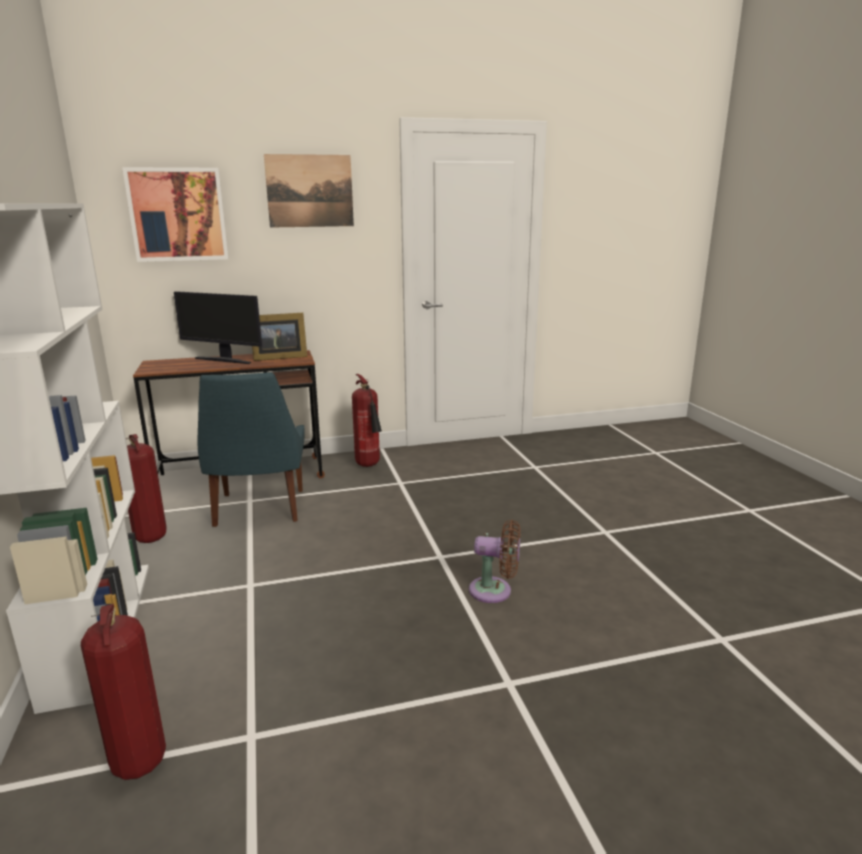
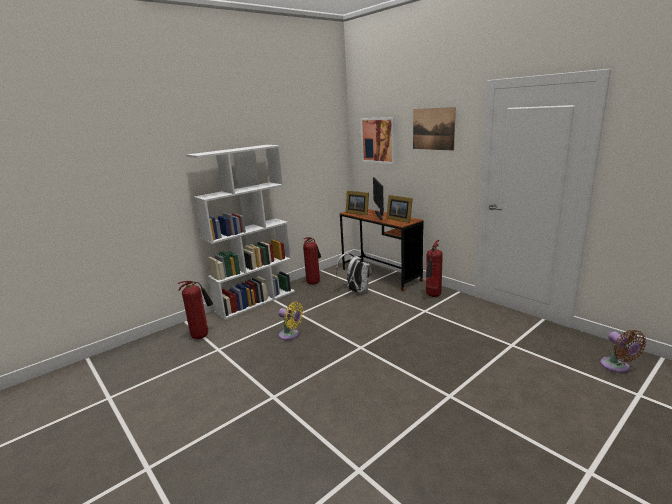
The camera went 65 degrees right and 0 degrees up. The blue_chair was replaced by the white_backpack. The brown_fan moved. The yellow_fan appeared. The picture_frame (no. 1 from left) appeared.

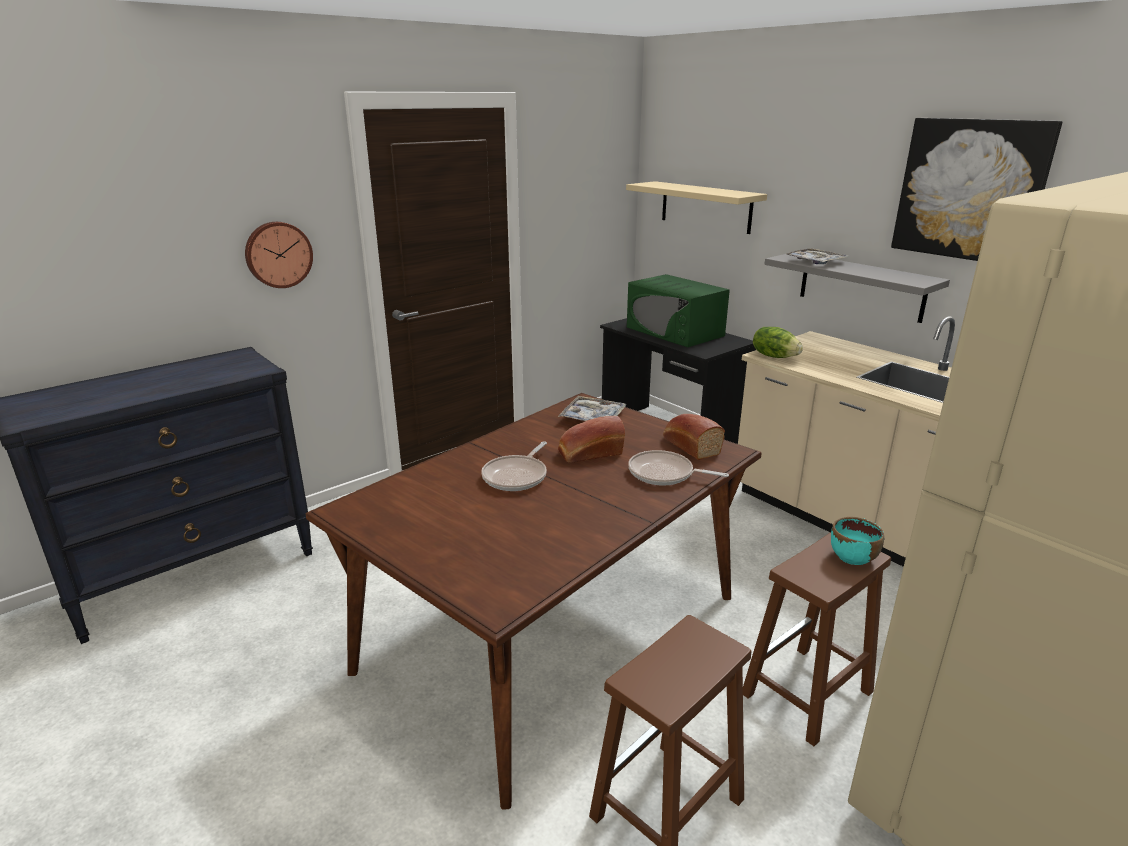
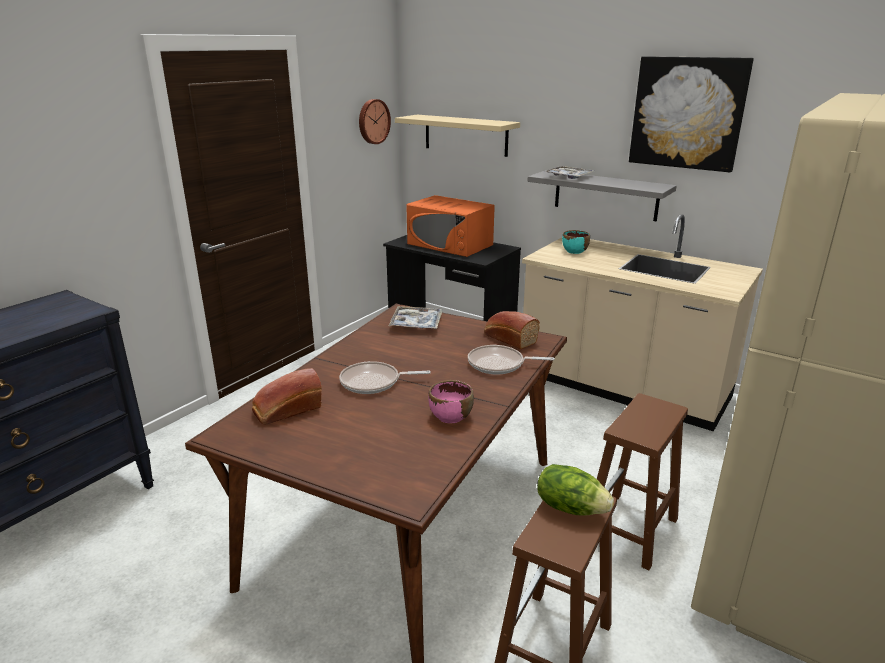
The camera went 15 degrees left and 0 degrees up. The wall_clock moved. The frying_pan (no. 1 from left) turned 75 degrees clockwise. The bread (no. 1 from left) moved. The green_microwave became the orange_microwave. The lettuce moved. The turquoise_bowl moved. The pink_bowl appeared.

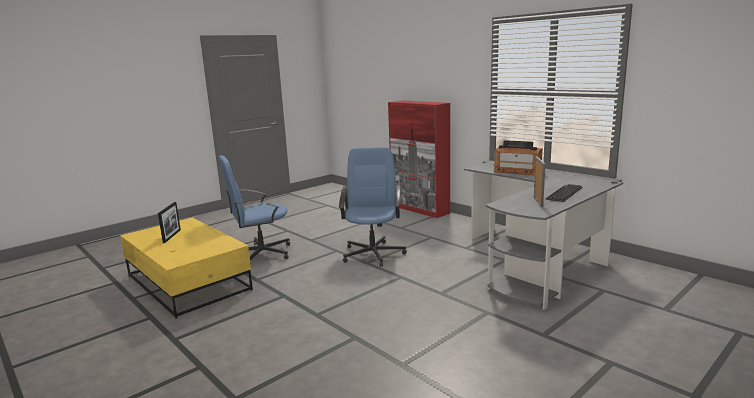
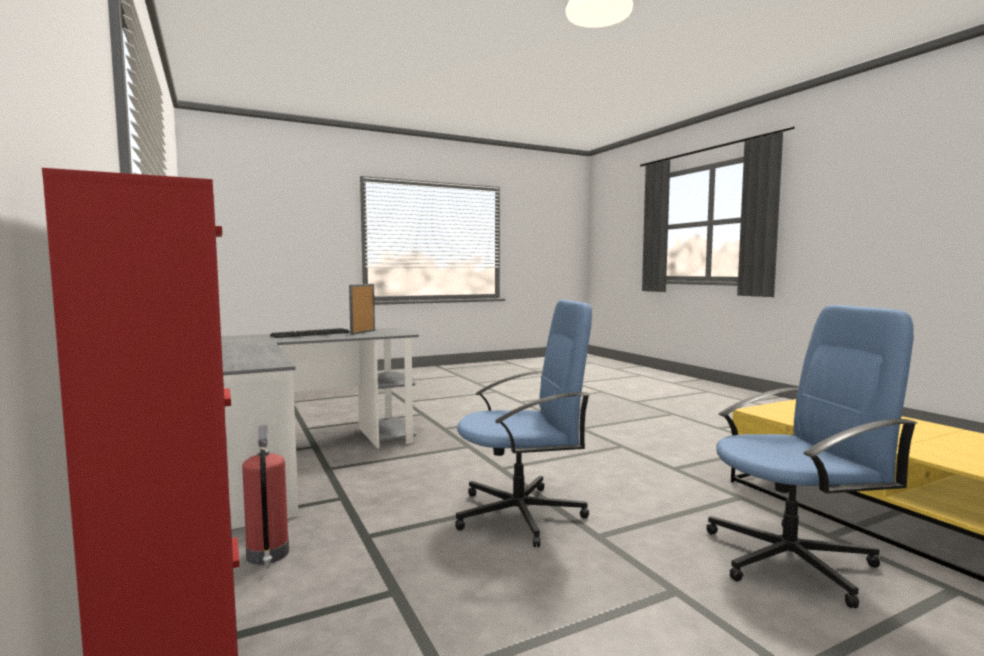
The camera went 165 degrees left and 10 degrees down. The picture_frame (no. 1 from left) disappeared. The blue_office_chair (no. 2 from left in the first image) turned 120 degrees counterclockwise. The radio disappeared. The fire_extinguisher appeared.

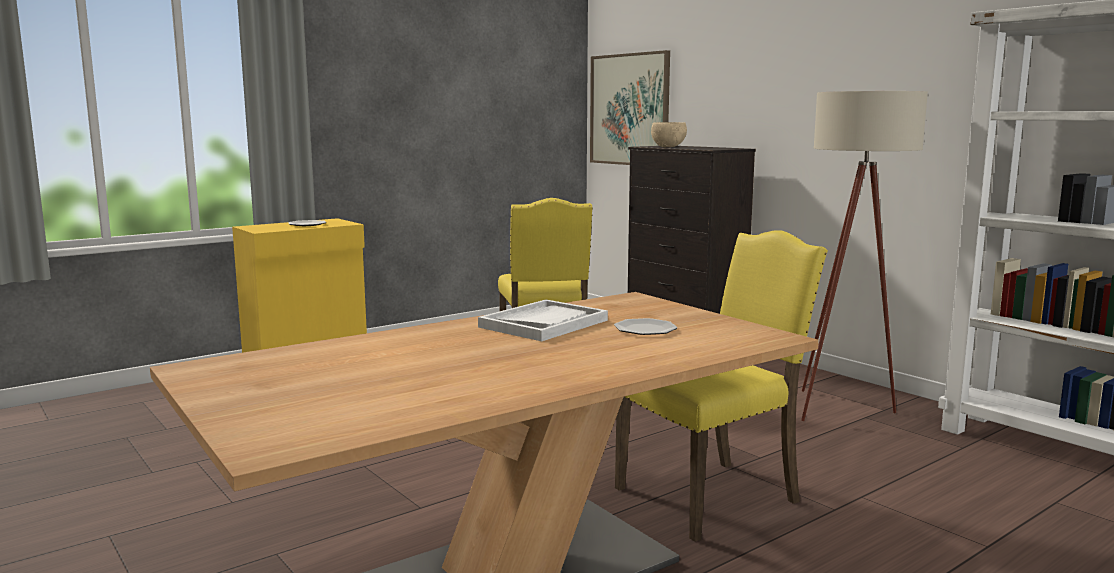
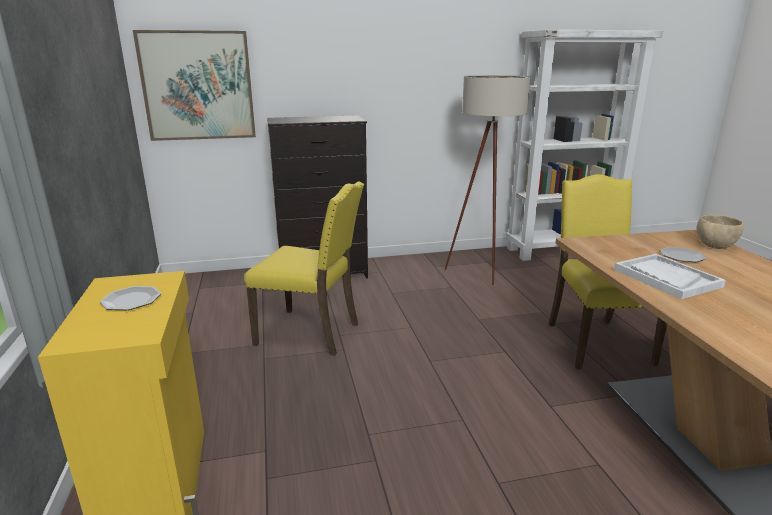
The camera went 65 degrees left and 10 degrees up. The beige_bowl moved.

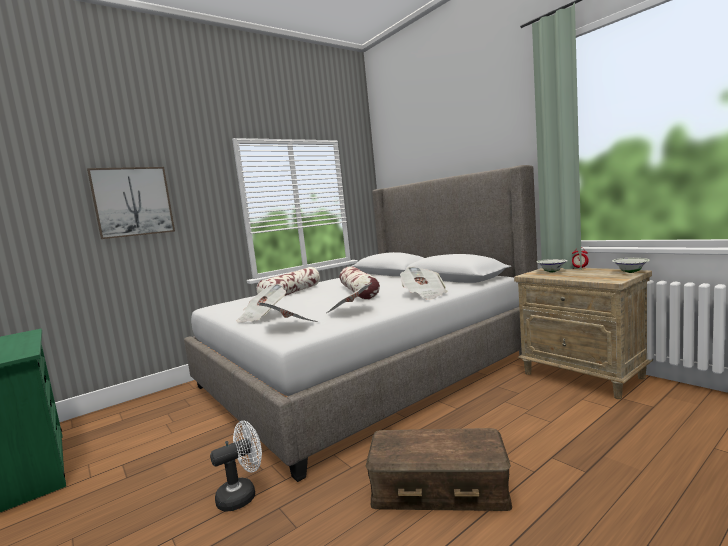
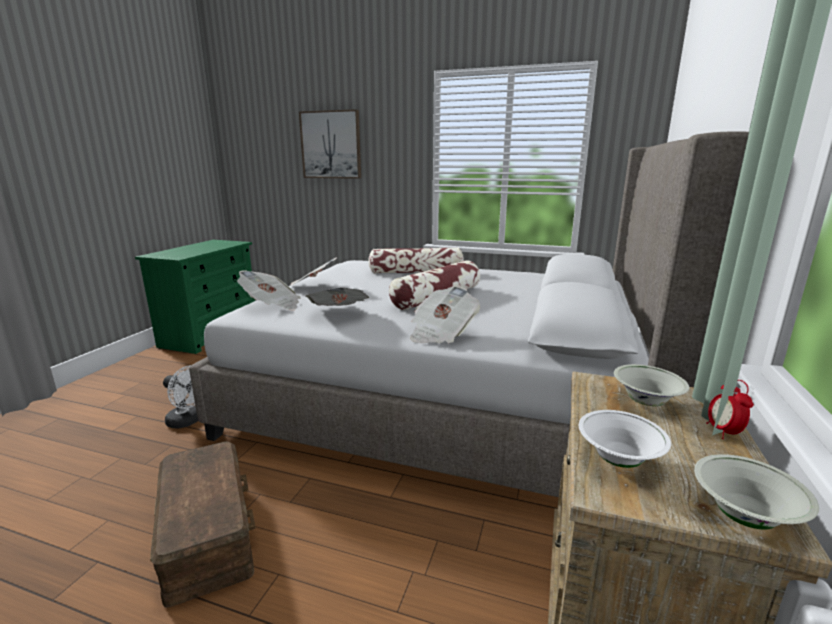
The camera went 55 degrees right and 10 degrees up. The white_bowl (no. 1 from left) appeared.

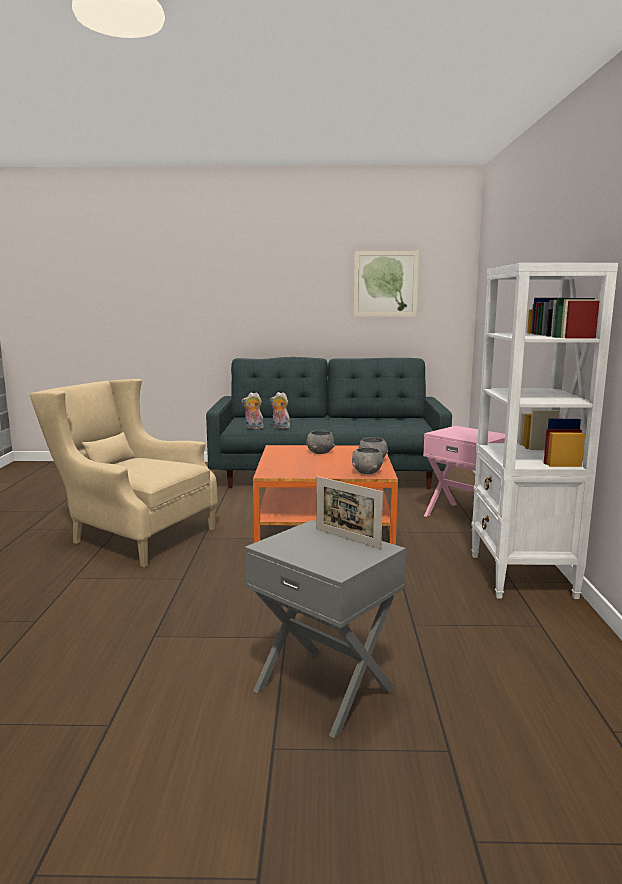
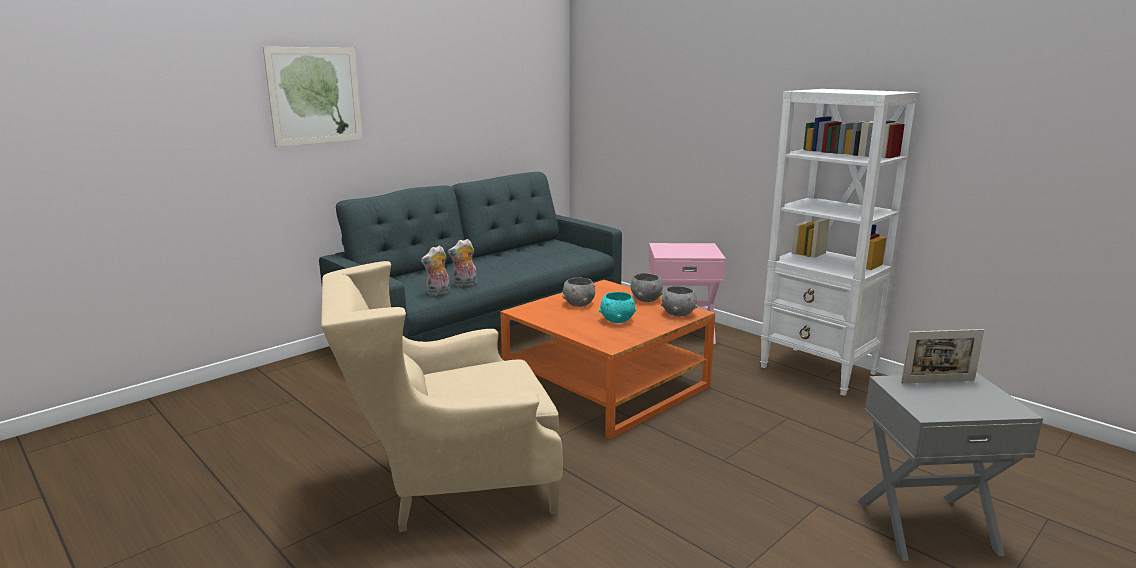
The camera went 45 degrees left and 5 degrees up. The picture moved. The turquoise_bowl appeared.

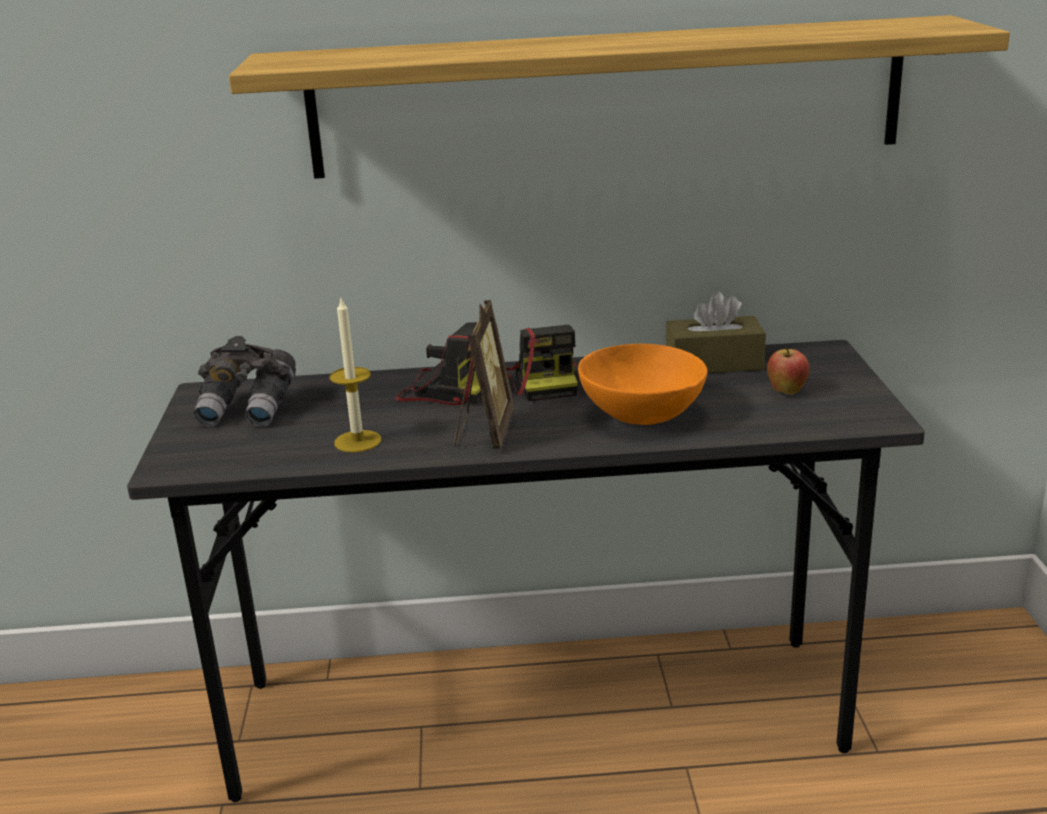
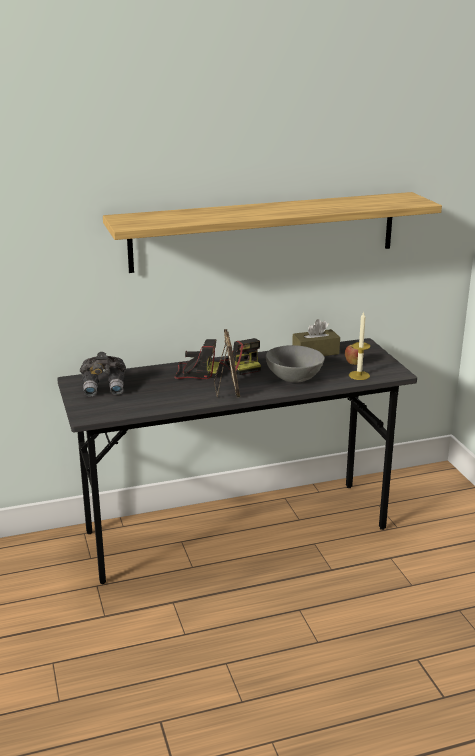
The camera went 15 degrees left and 0 degrees up. The candle moved. The orange_bowl became the grey_bowl.

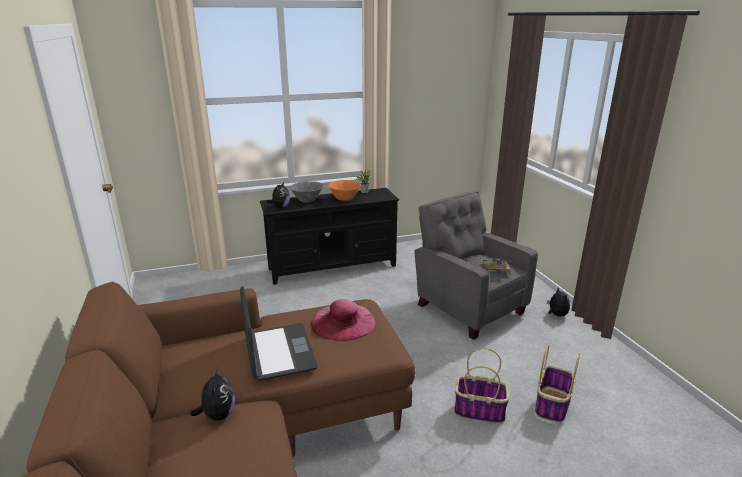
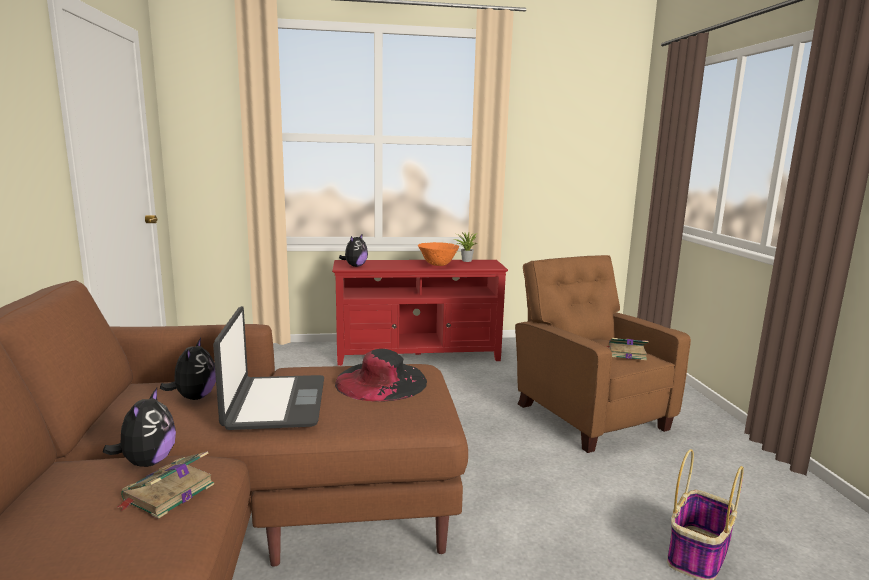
The camera went 10 degrees right and 10 degrees down. The black_tv_stand became the red_tv_stand. The grey_bowl disappeared. The pink_hat became the black_hat. The grey_armchair became the brown_armchair. The basket (no. 1 from left) disappeared. The plush_toy (no. 3 from left in the first image) moved. The book (no. 1 from left) appeared.

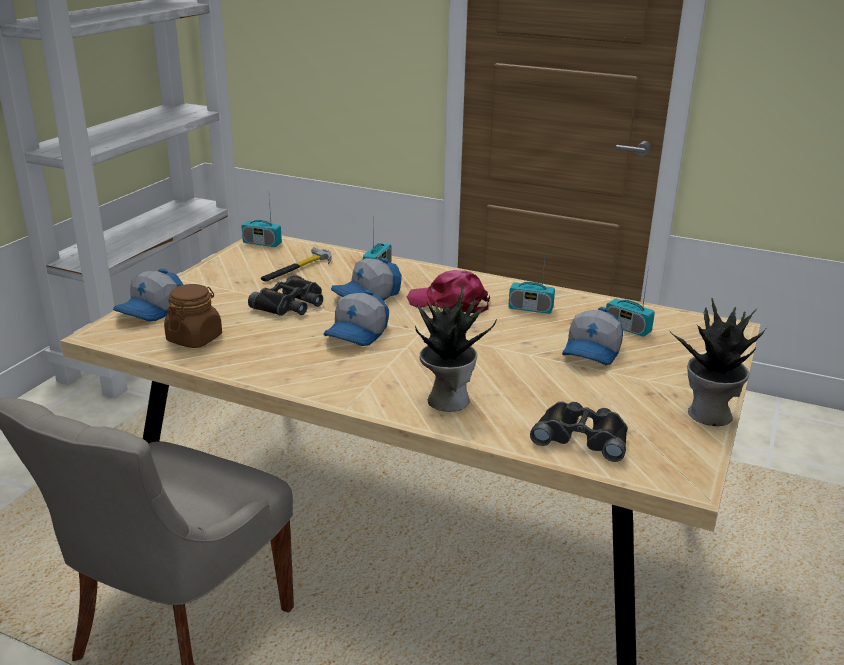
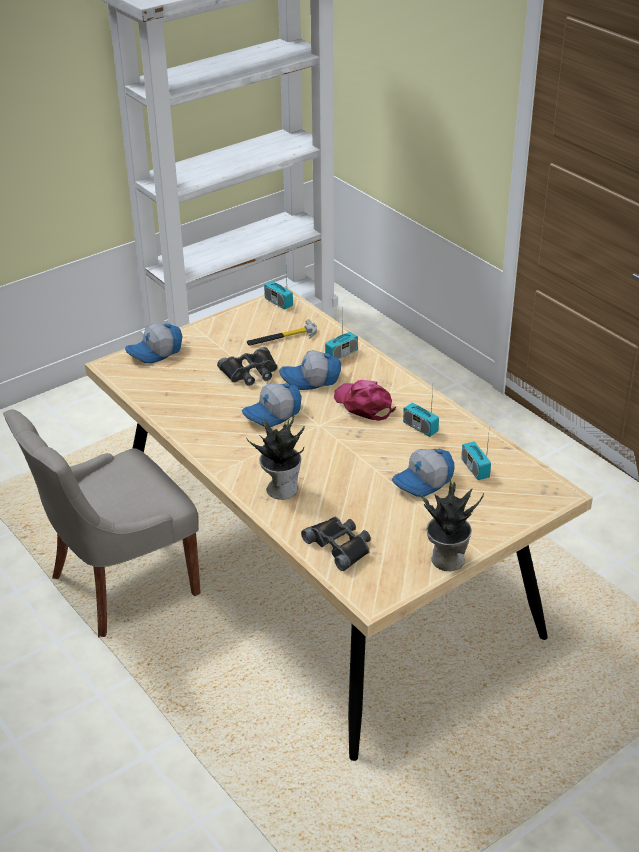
The camera went 30 degrees right and 10 degrees up. The brown_jar disappeared.

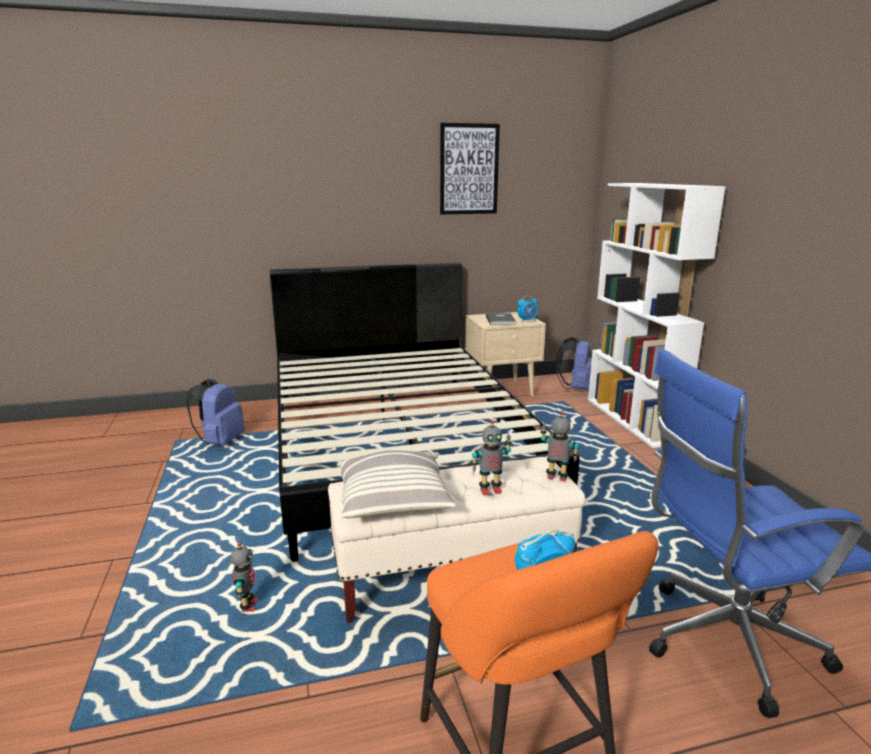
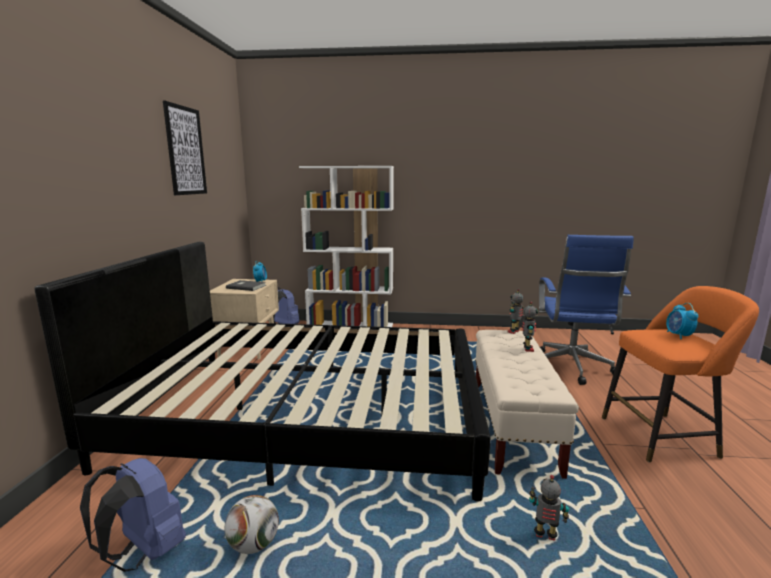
The camera went 70 degrees left and 5 degrees down. The pillow disappeared. The football appeared.

